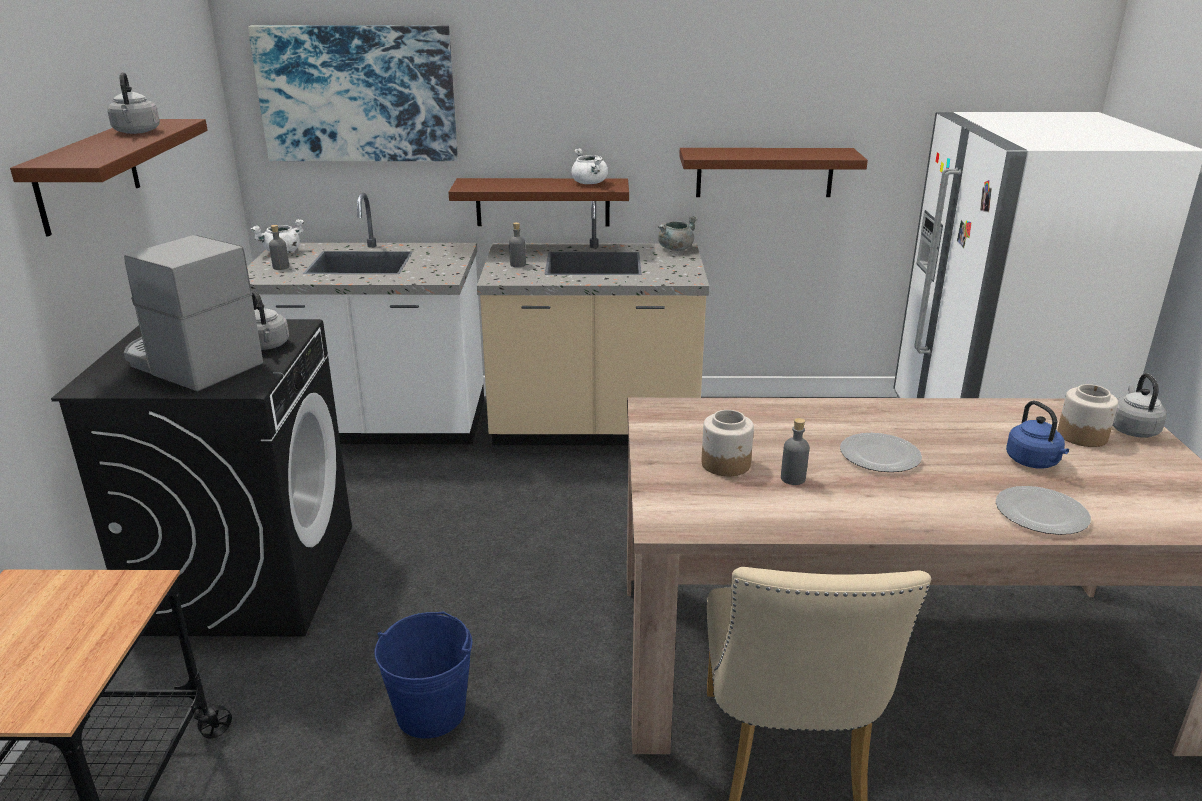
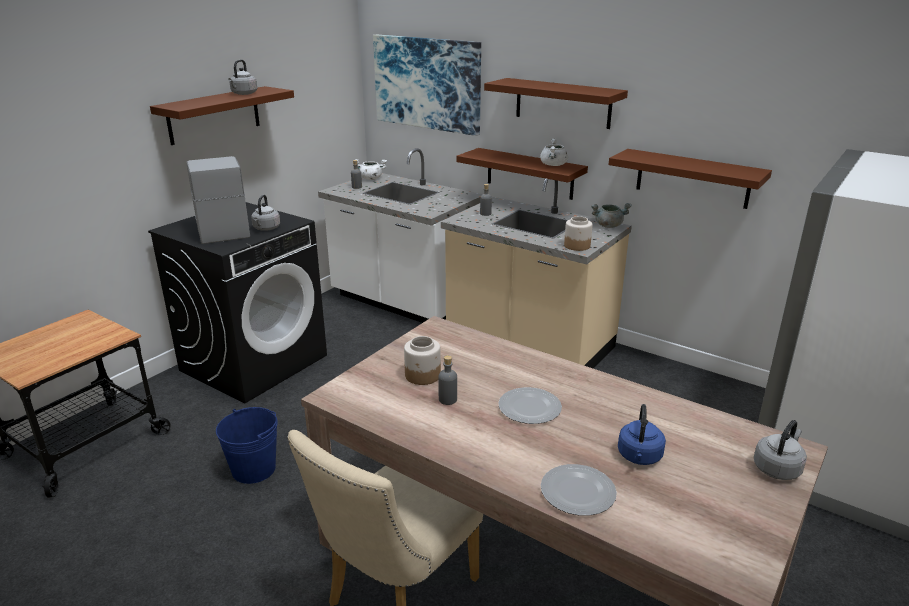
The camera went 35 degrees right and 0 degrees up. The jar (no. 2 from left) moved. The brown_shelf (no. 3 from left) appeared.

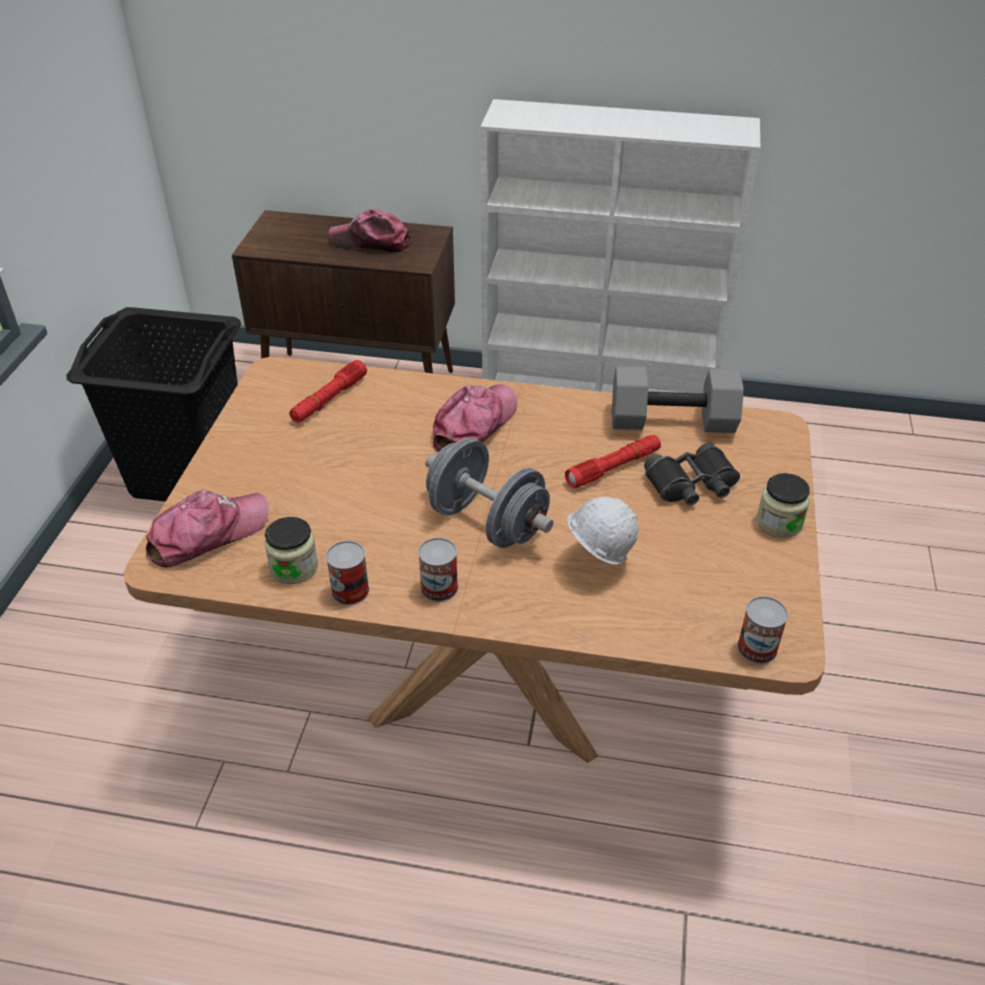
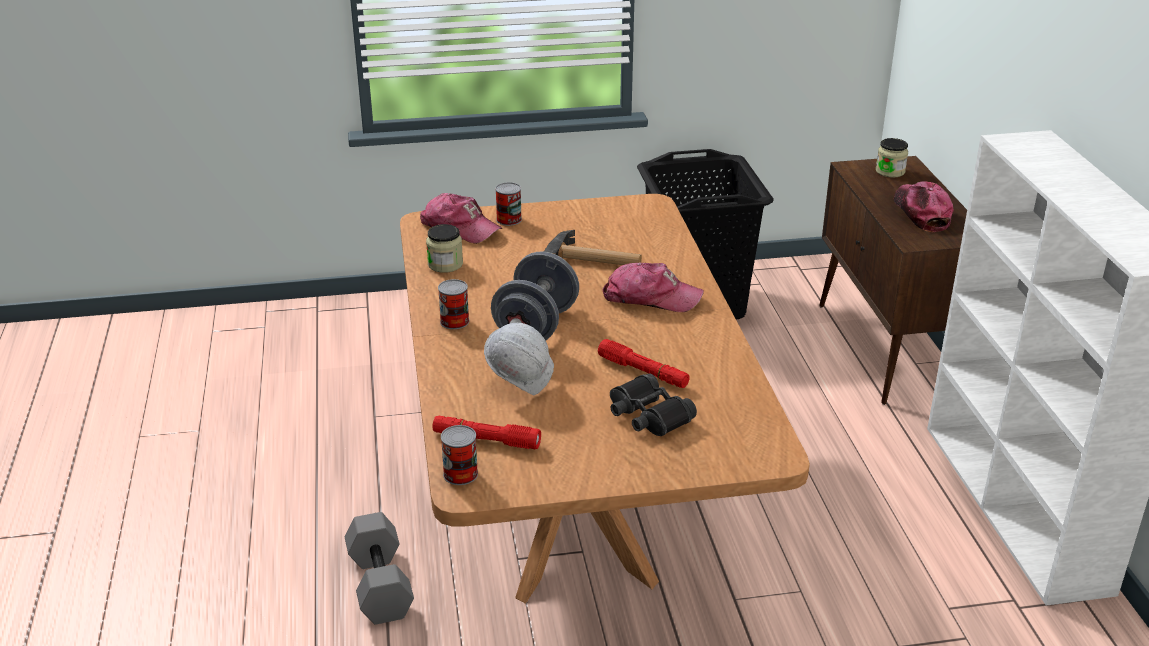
The camera went 70 degrees right and 10 degrees down. The red_flashlight (no. 1 from left) moved. The can (no. 1 from left in the first image) moved. The grey_dumbbell (no. 2 from left in the first image) moved. The jar (no. 2 from left) moved. The hammer appeared.

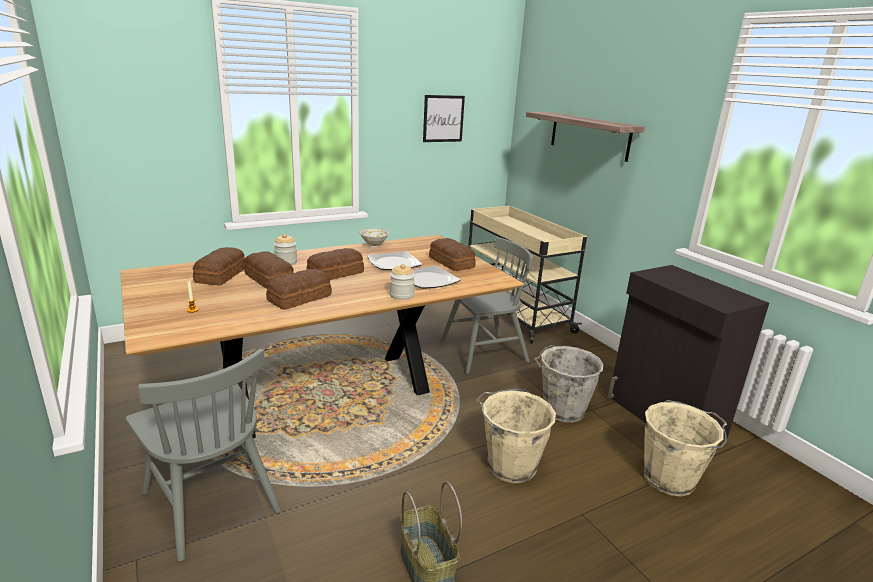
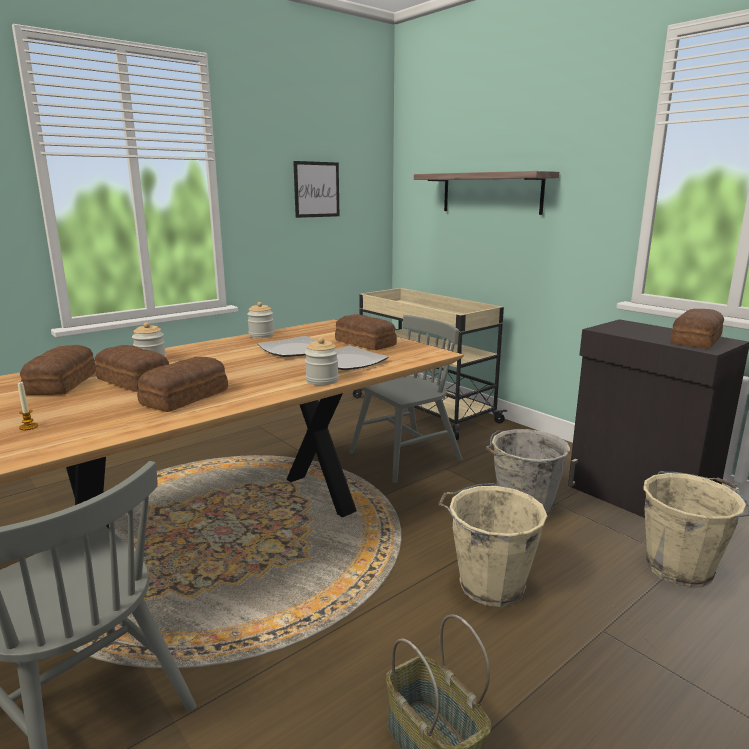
The camera went 10 degrees left and 5 degrees down. The bread (no. 4 from left in the first image) moved. The white_bowl was replaced by the jar (no. 2 from left).

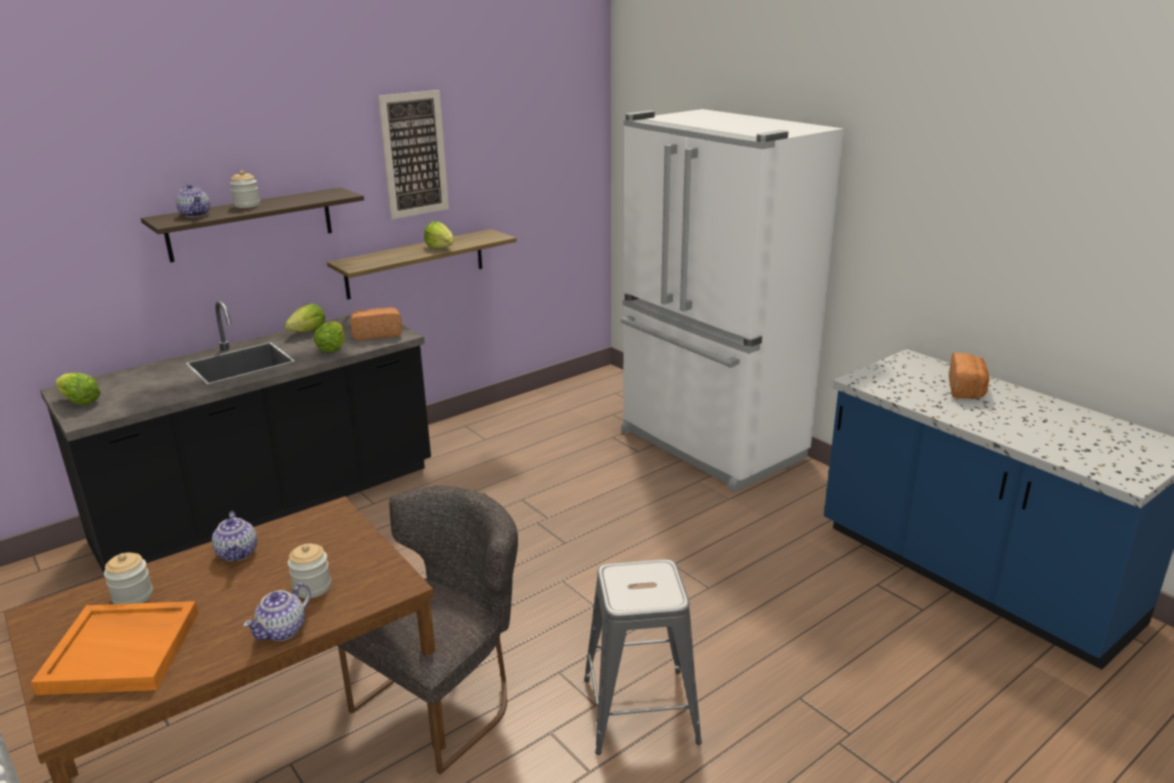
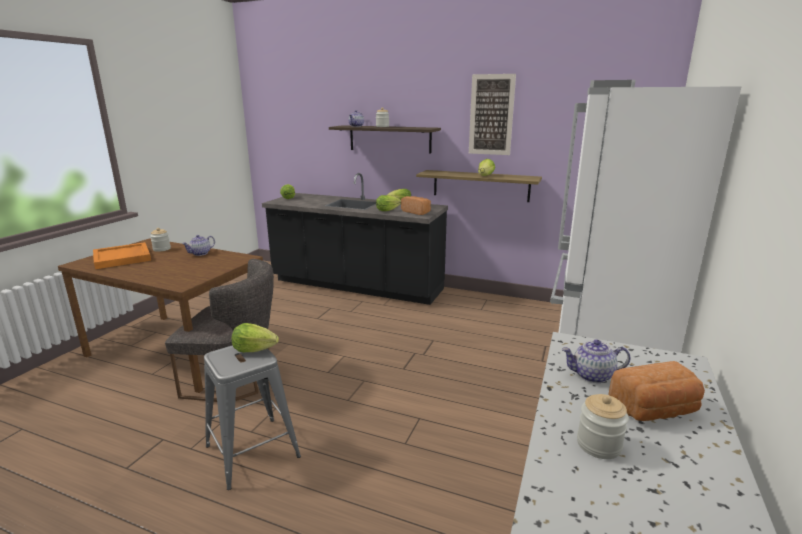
The camera went 60 degrees right and 5 degrees down. The teapot (no. 3 from left) moved. The jar (no. 3 from left) moved. The lettuce (no. 1 from left) appeared.

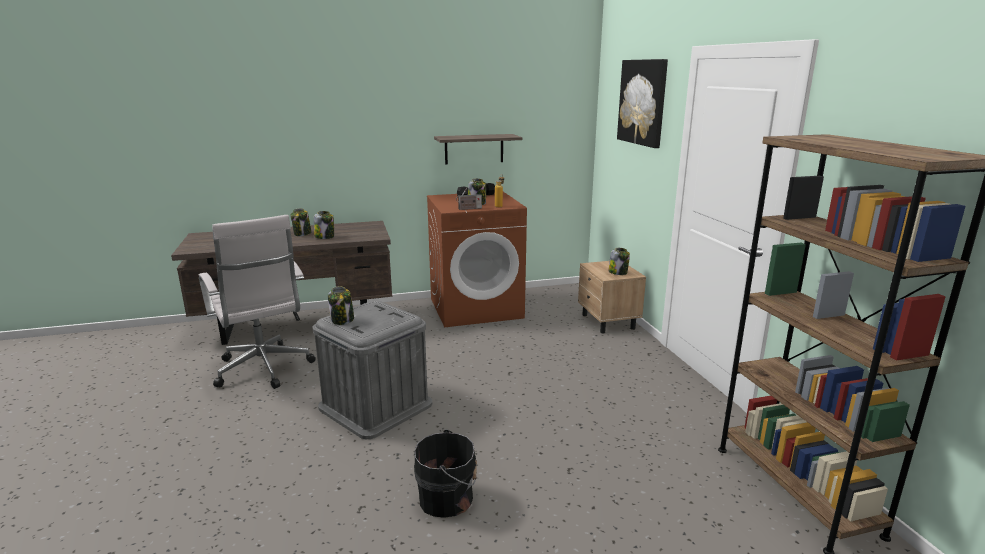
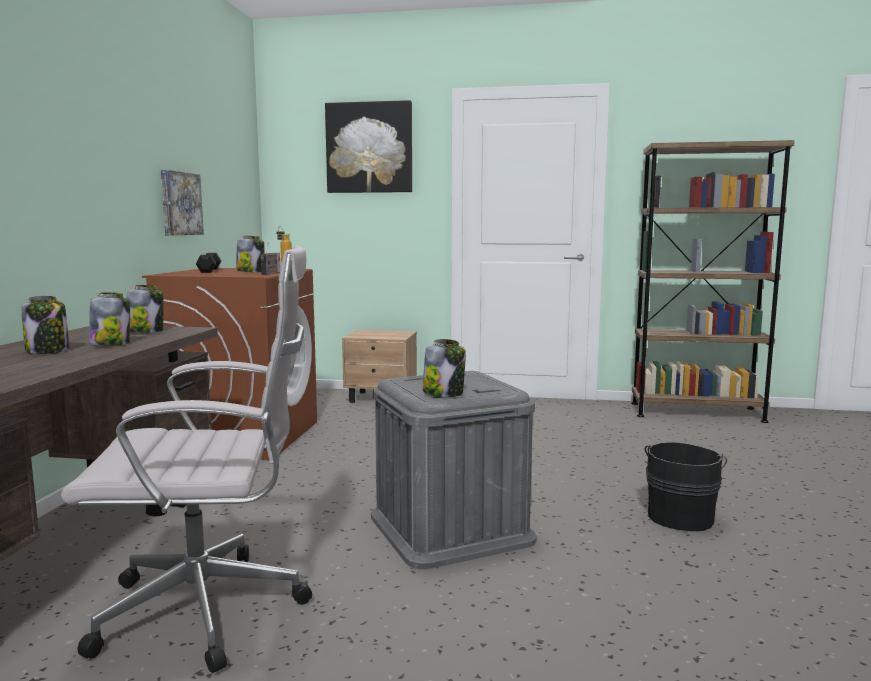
The camera went 65 degrees left and 10 degrees down. The shelf was replaced by the picture (no. 1 from left). The jar (no. 5 from left in the first image) moved.

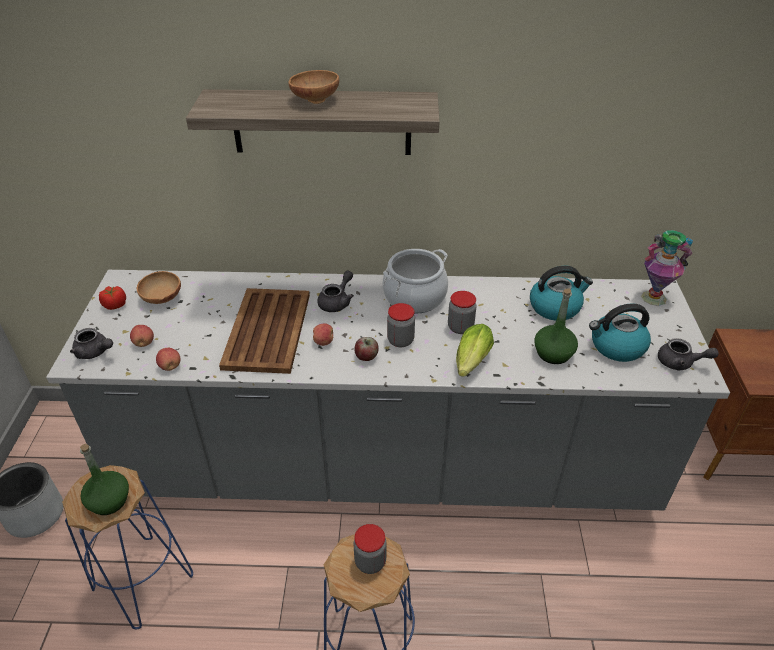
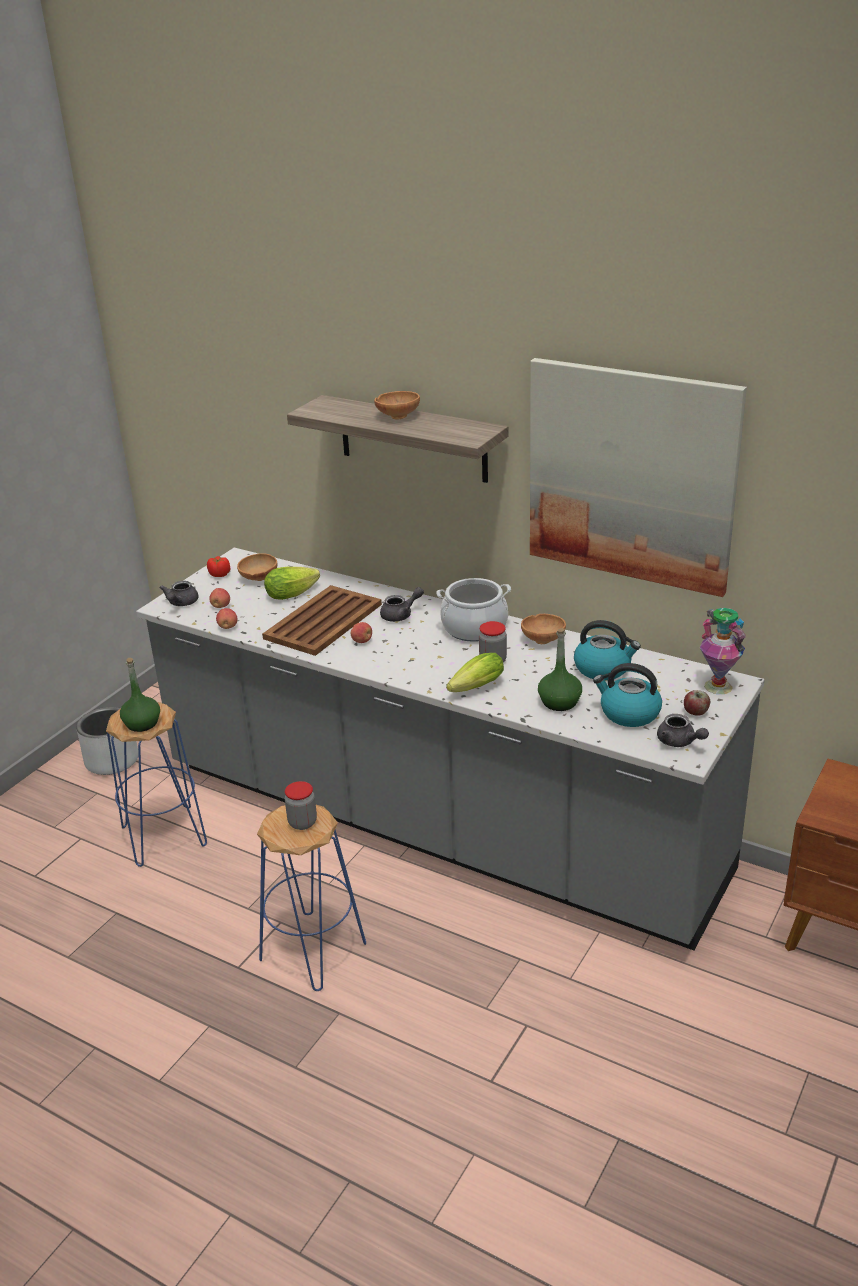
The camera went 30 degrees right and 10 degrees down. The grey_teapot (no. 1 from left) turned 45 degrees clockwise. The apple (no. 4 from left) moved. The jar (no. 2 from left) disappeared. The lettuce (no. 1 from left) appeared. The brown_bowl (no. 3 from left) appeared. The picture appeared.

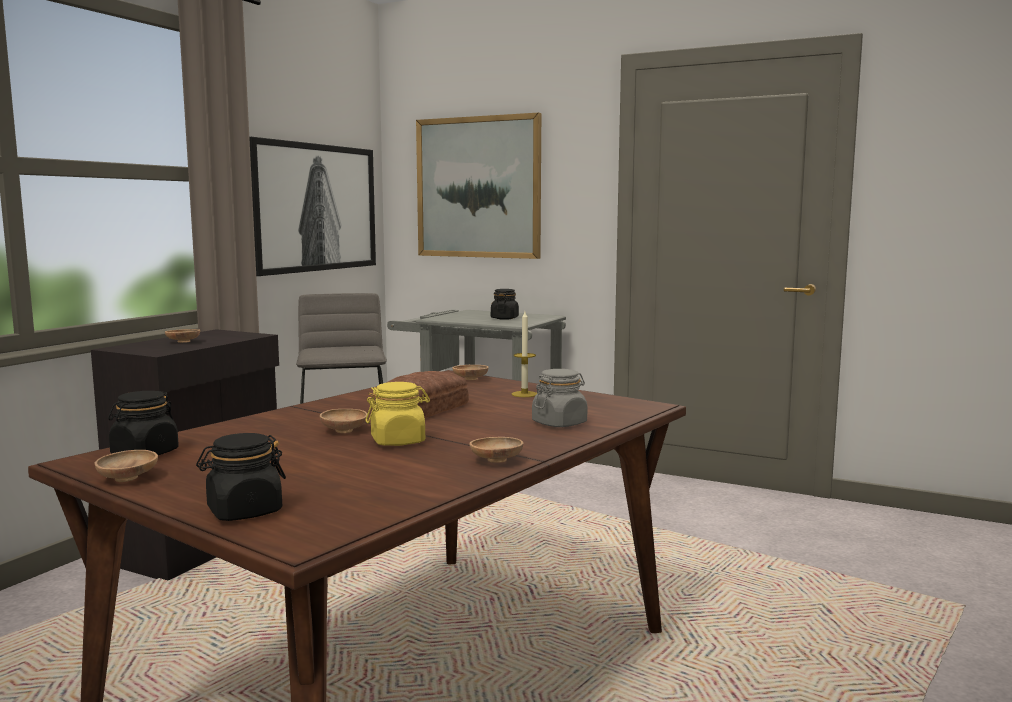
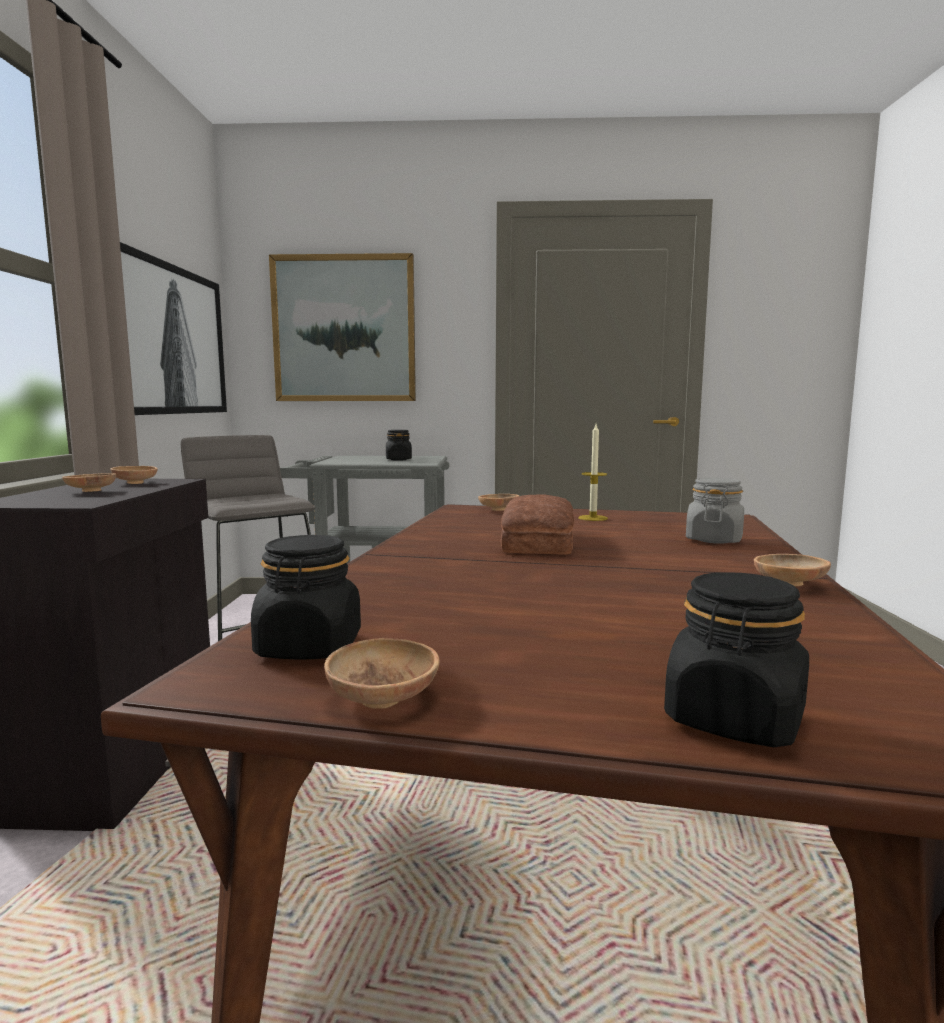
The camera went 25 degrees left and 0 degrees up. The brown_bowl (no. 3 from left in the first image) moved. The yellow_jar disappeared.

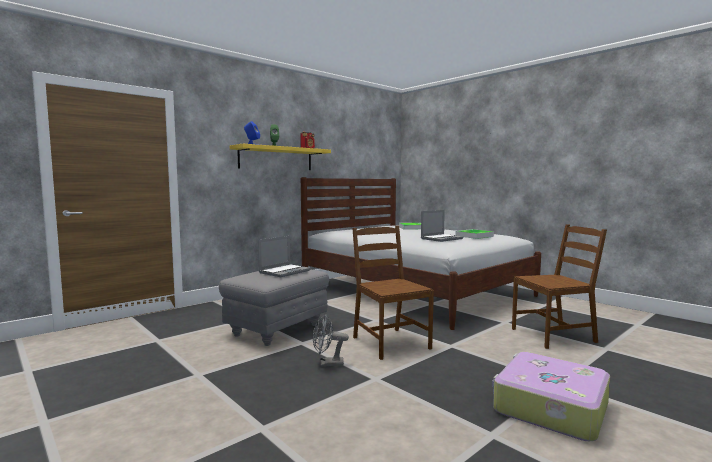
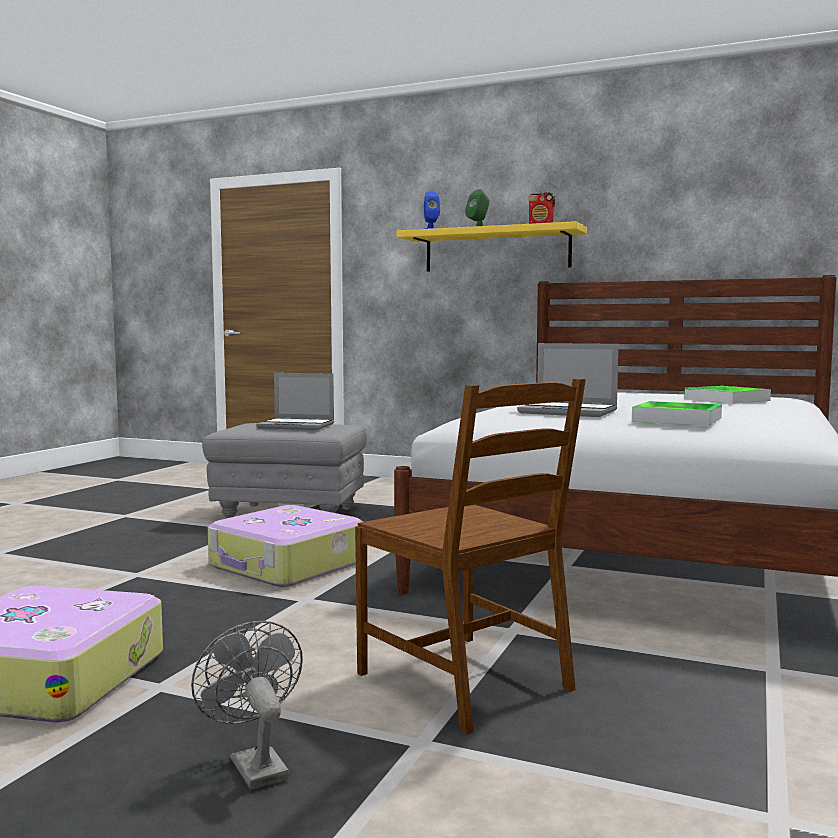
The camera went 65 degrees right and 0 degrees up. The grey_fan moved. The brown_chair (no. 1 from left) was replaced by the suitcase (no. 2 from left).

